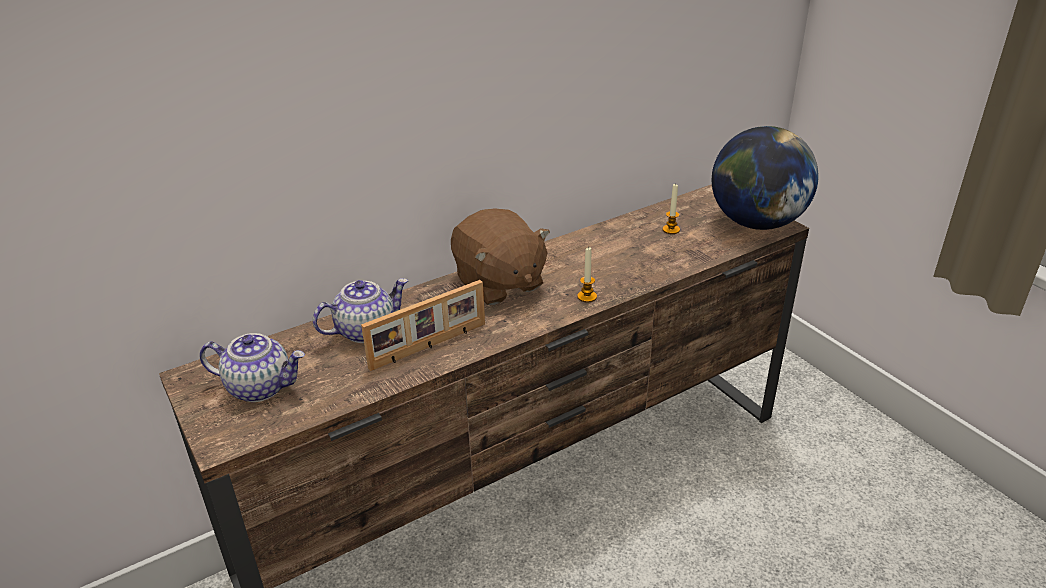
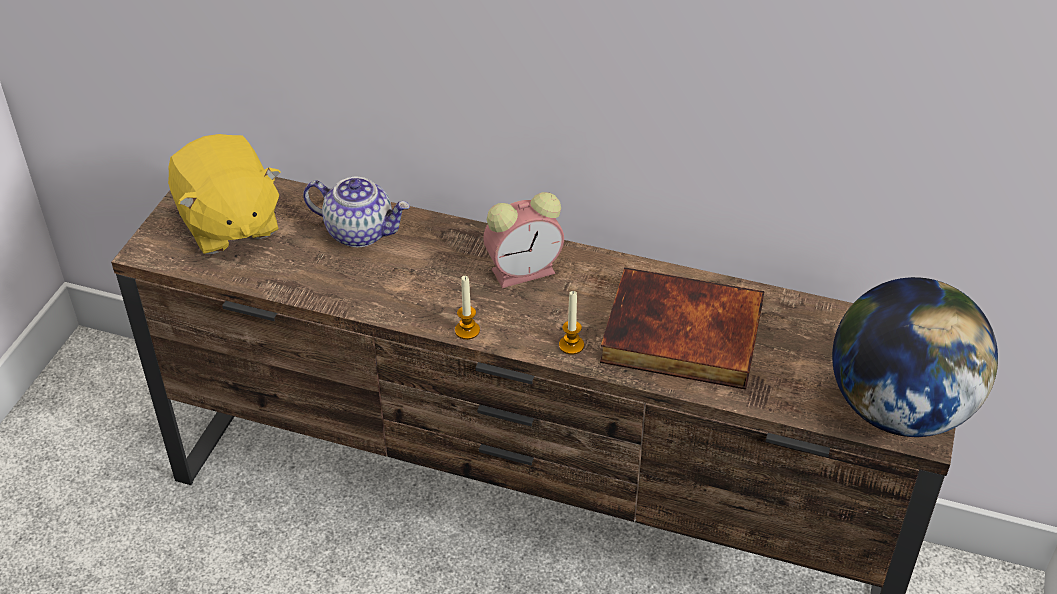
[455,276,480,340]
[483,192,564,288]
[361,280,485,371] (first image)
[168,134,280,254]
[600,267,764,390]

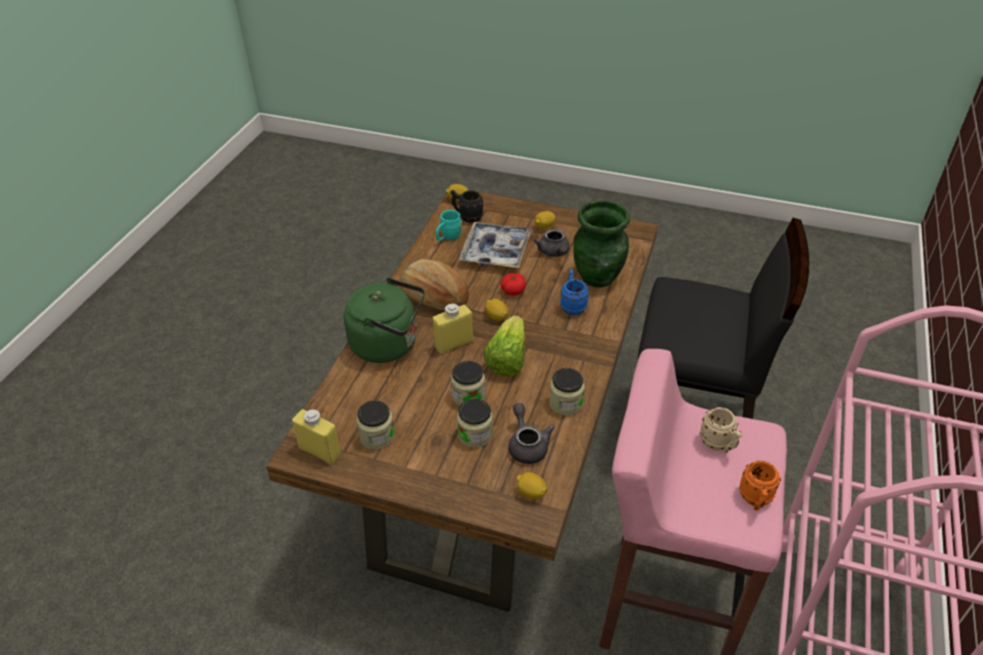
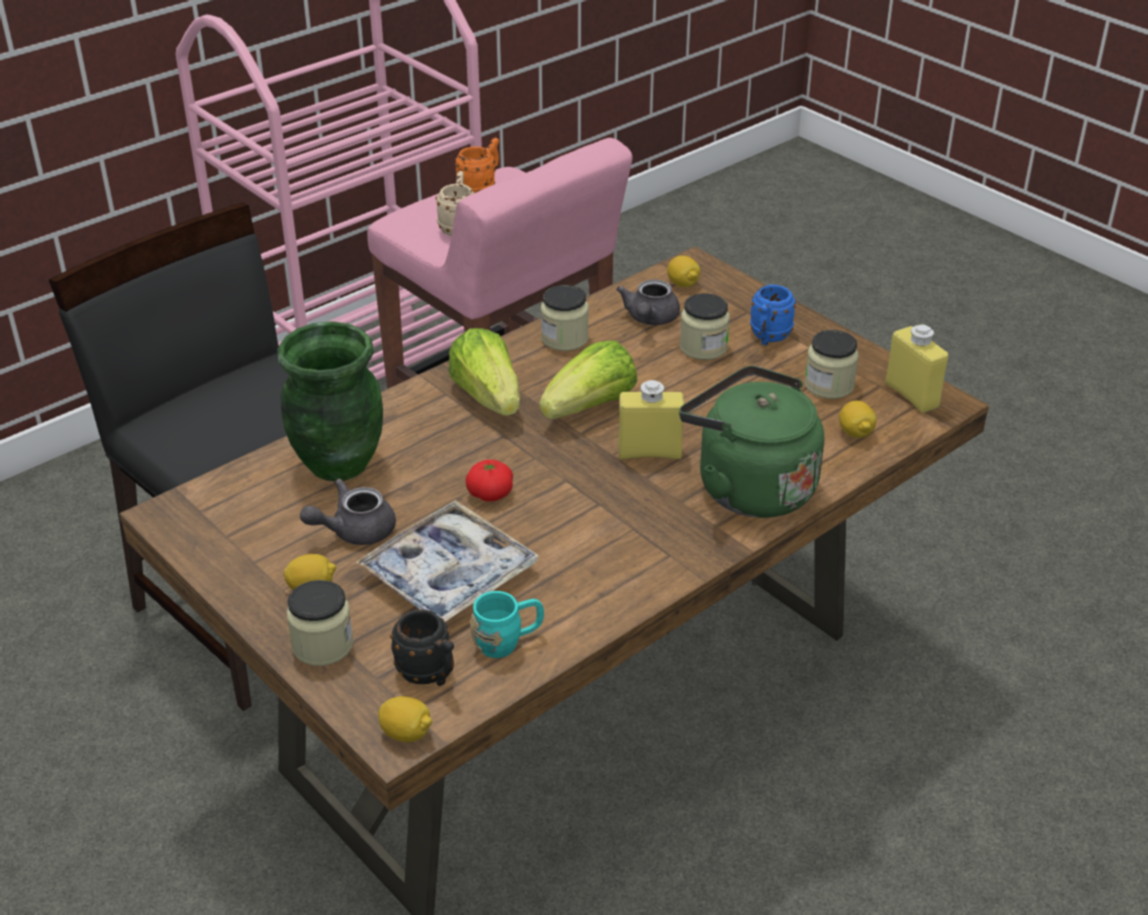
[300,478,396,545]
[401,259,469,310] (first image)
[750,284,796,345]
[839,401,876,438]
[286,580,353,666]
[448,328,520,416]

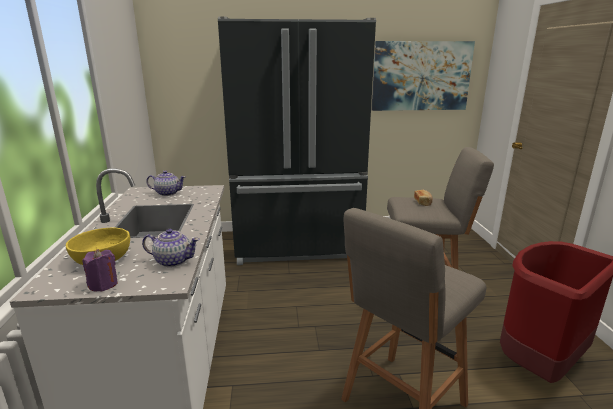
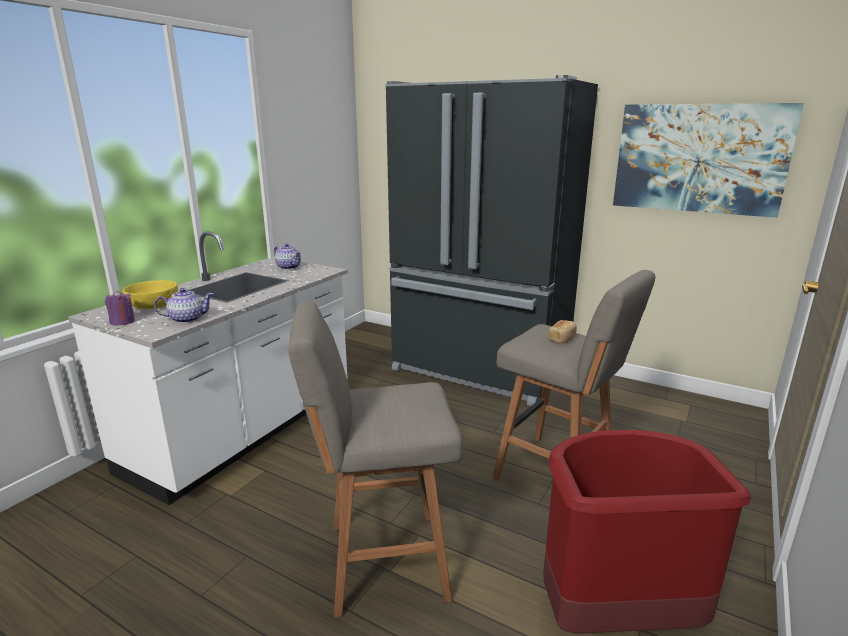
[154,288,213,323]

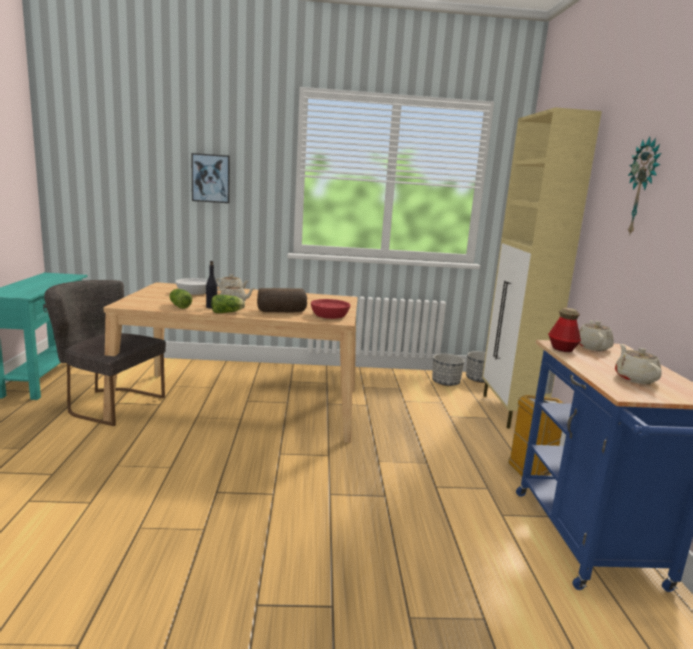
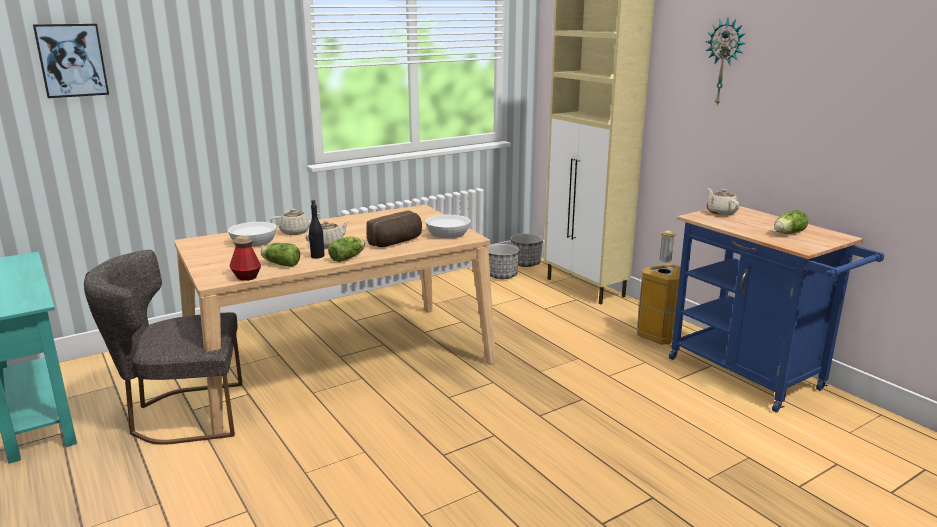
[33,24,109,98]
[425,214,470,239]
[230,235,261,281]
[774,210,808,234]

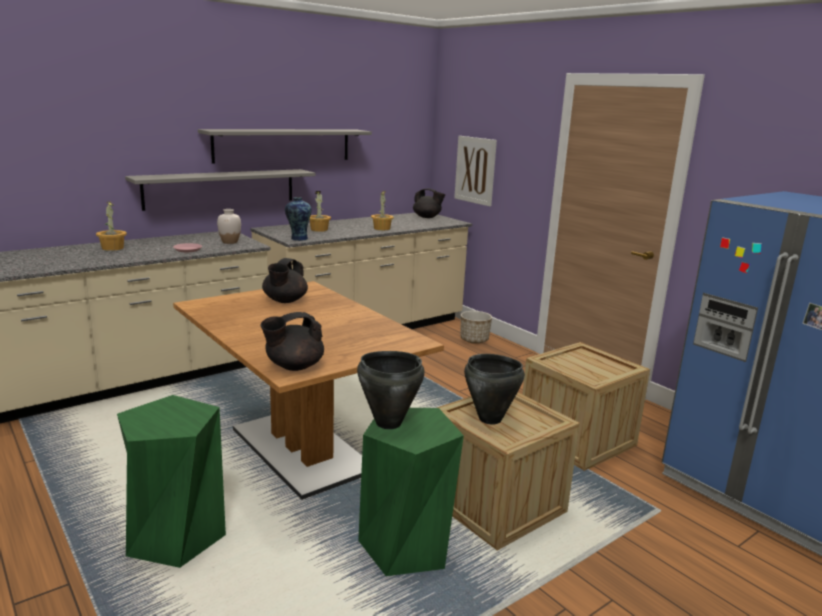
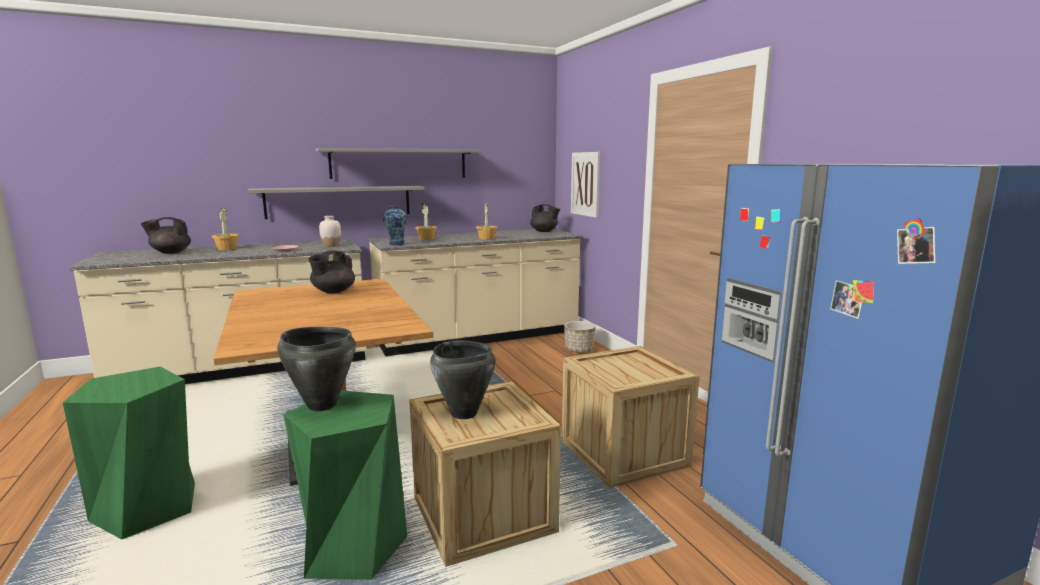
[141,217,191,254]

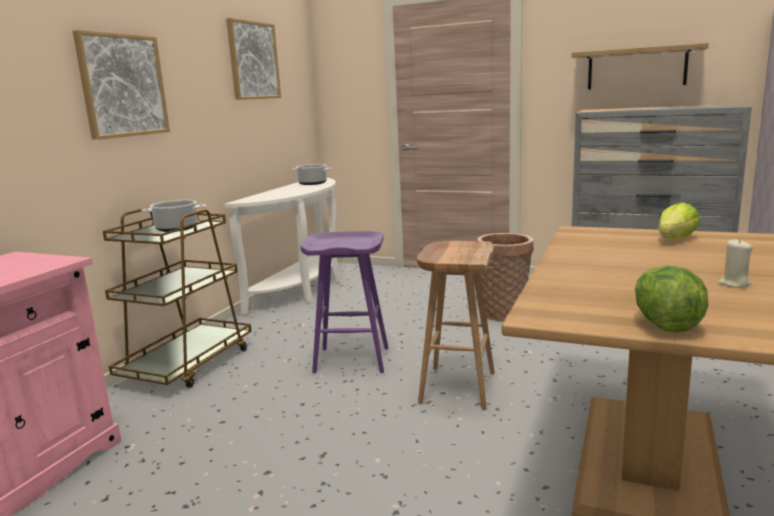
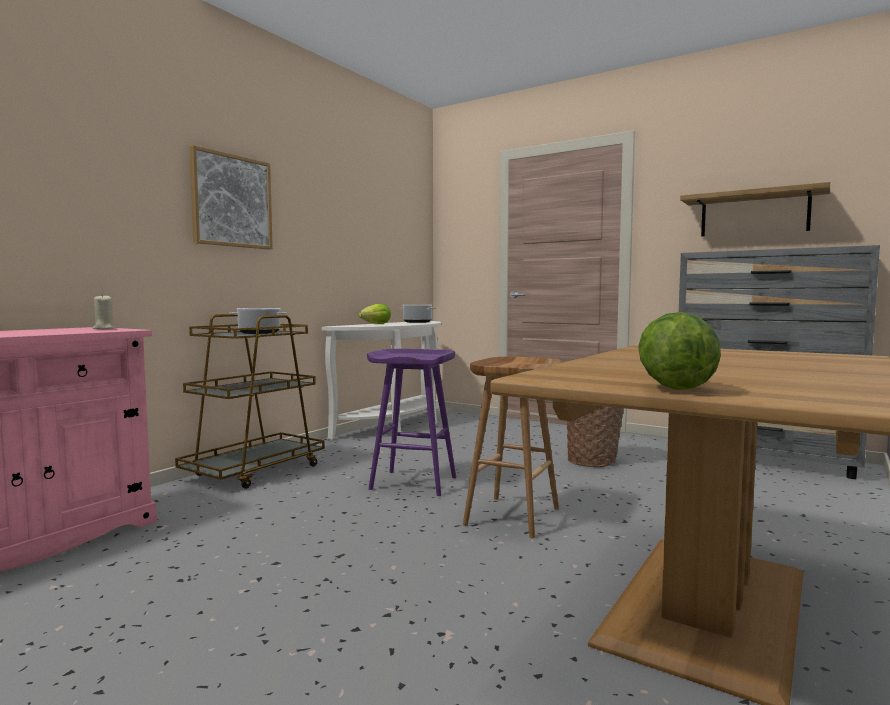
[226,18,281,100] (first image)
[359,304,391,324]
[93,294,116,329]

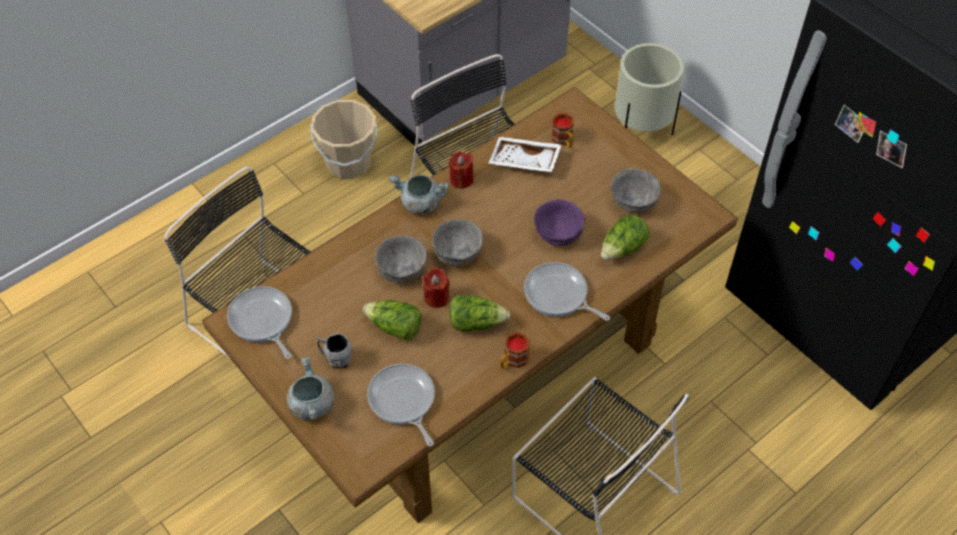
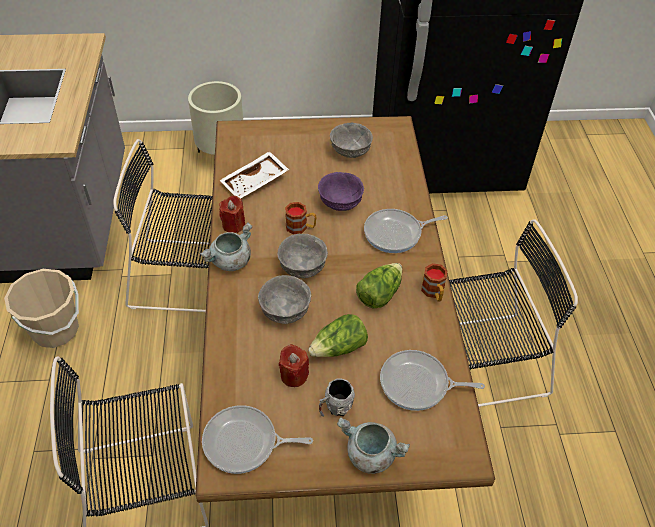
[285,202,317,234]
[601,215,650,260] (first image)
[279,344,309,387]

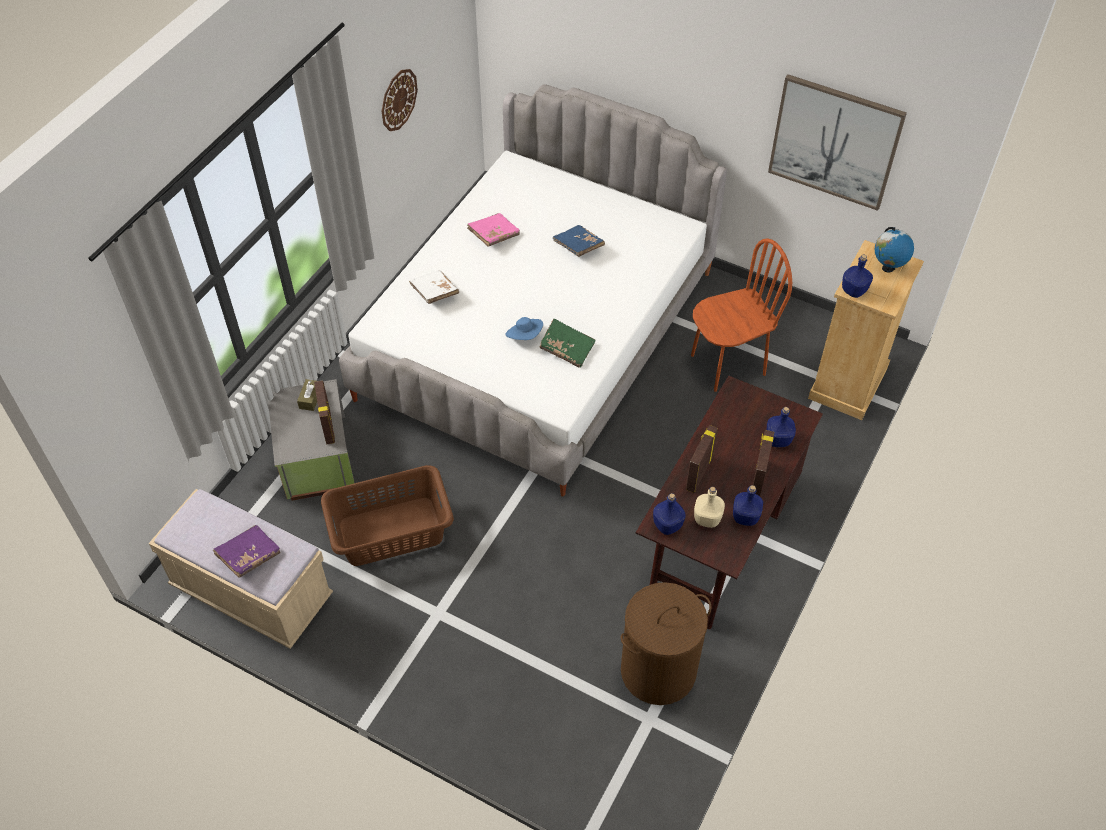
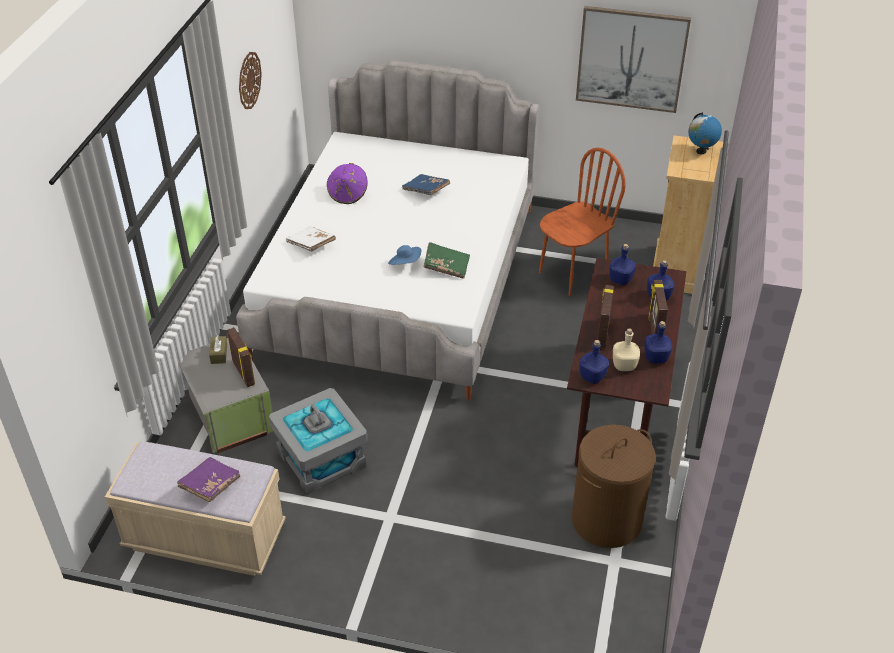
[327,163,368,204]
[609,244,636,285]
[269,388,368,495]

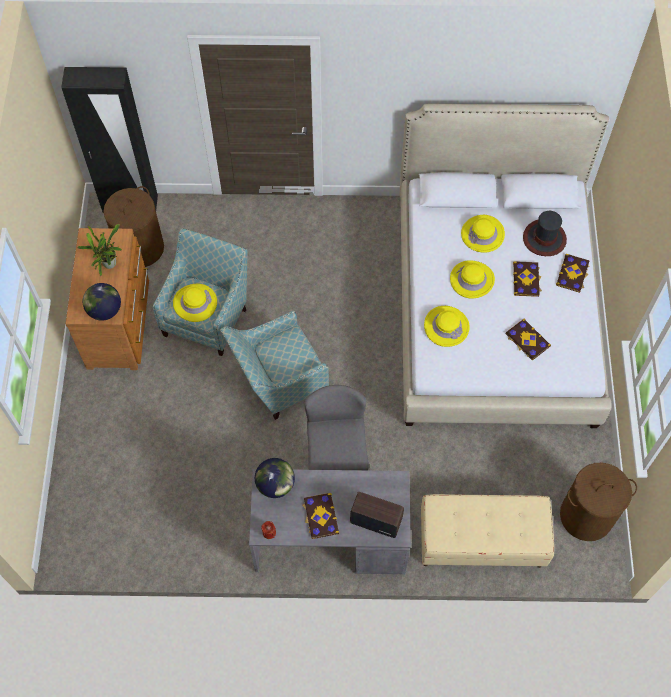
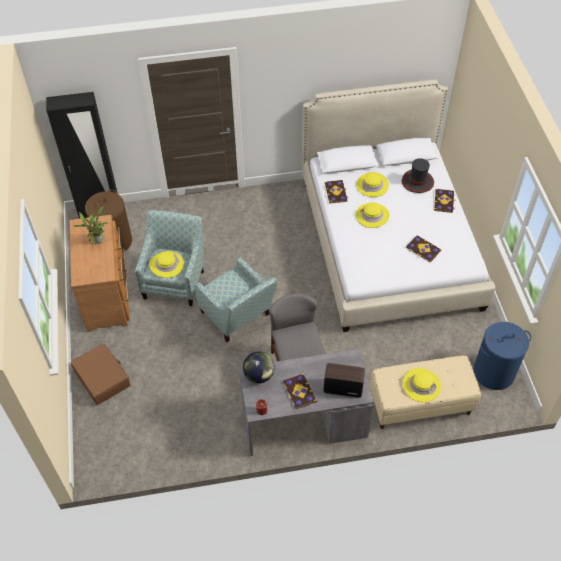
[325,180,349,204]
[83,283,121,321] (first image)
[403,368,441,402]
[195,257,278,342]
[473,322,531,390]
[71,343,130,405]

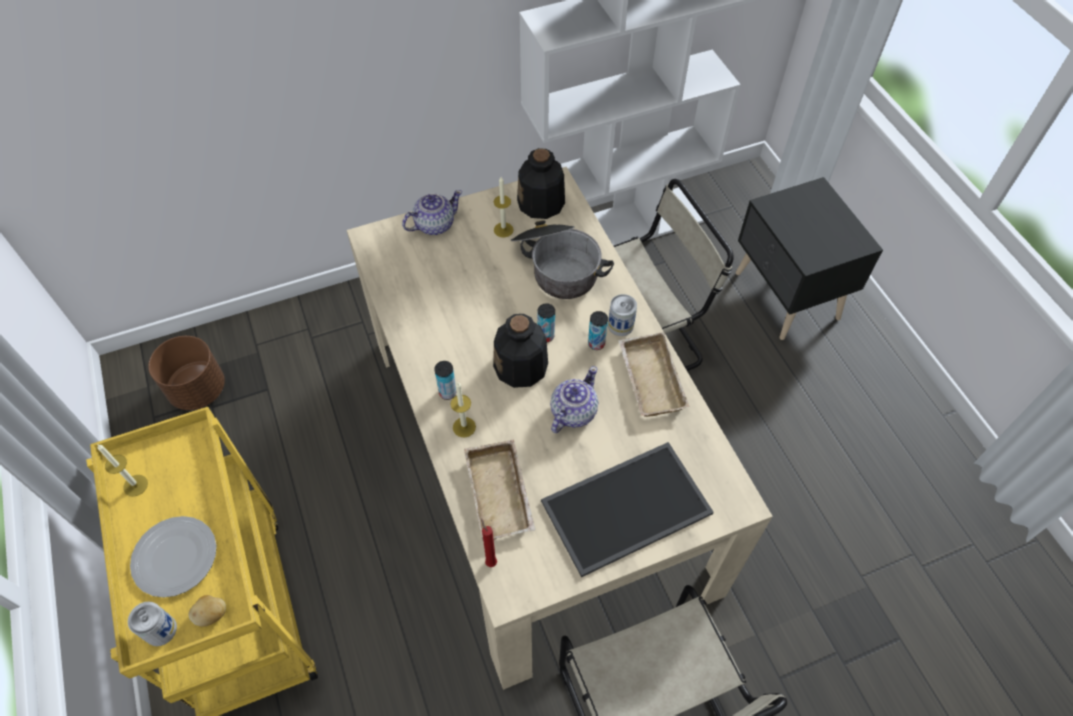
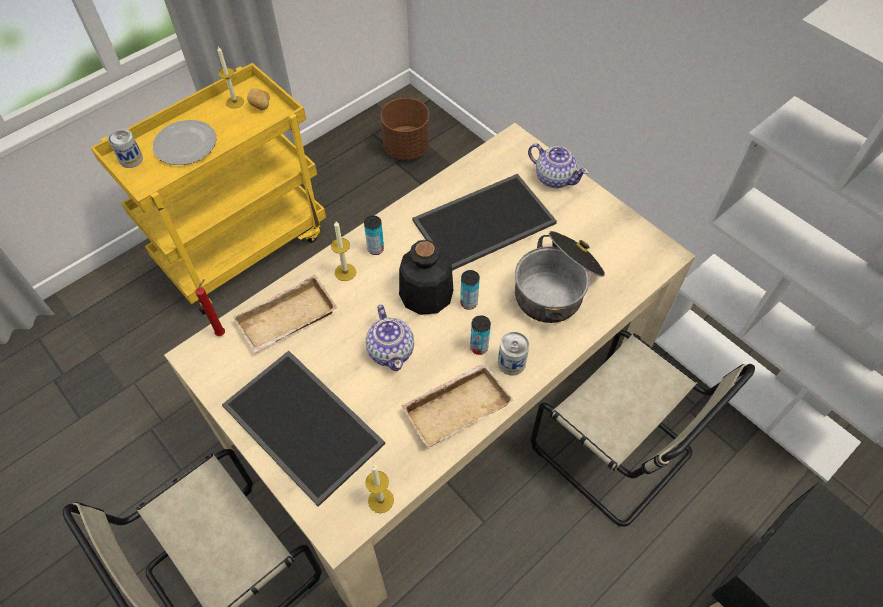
[517,148,565,219] (first image)
[365,465,394,513]
[366,305,414,371]
[247,88,270,110]
[412,174,557,271]

